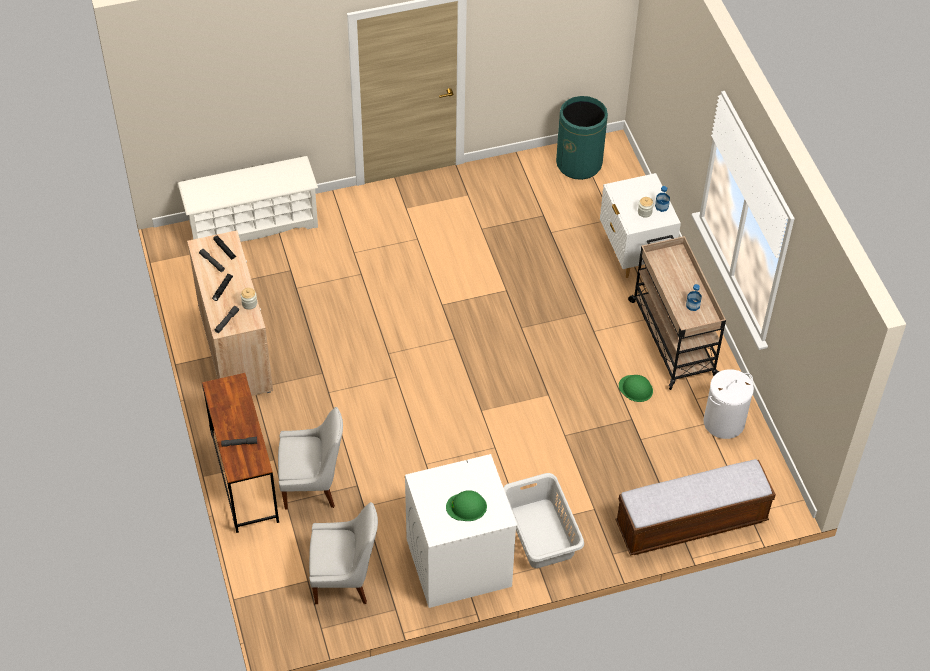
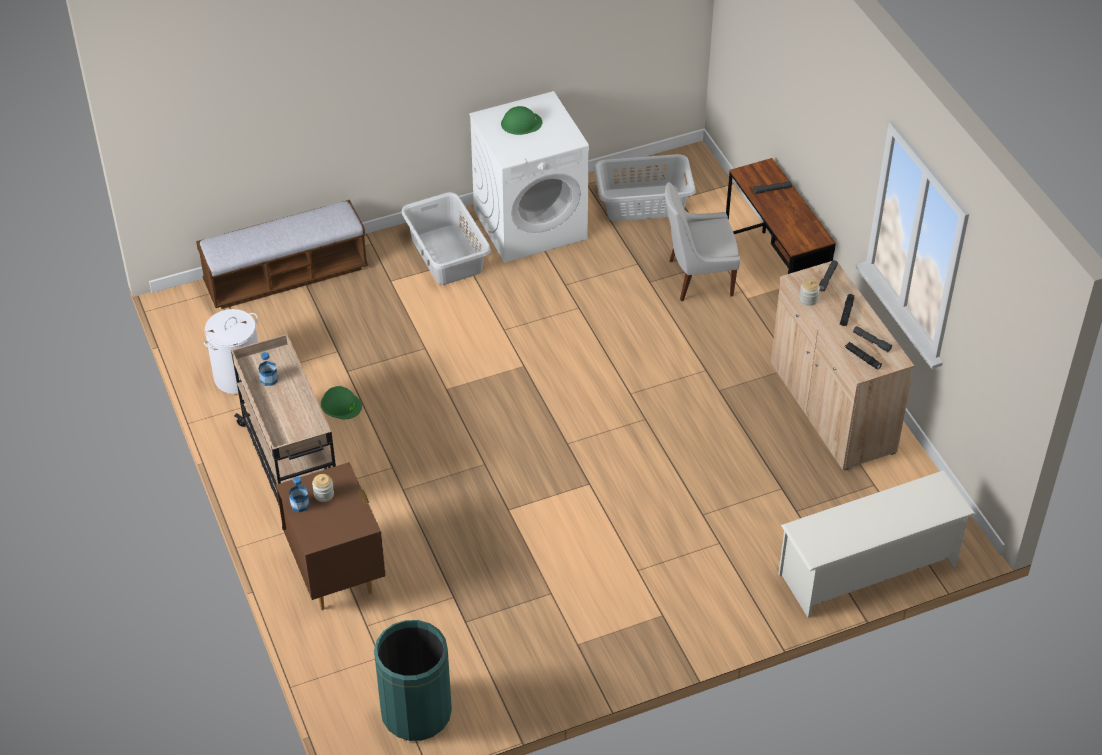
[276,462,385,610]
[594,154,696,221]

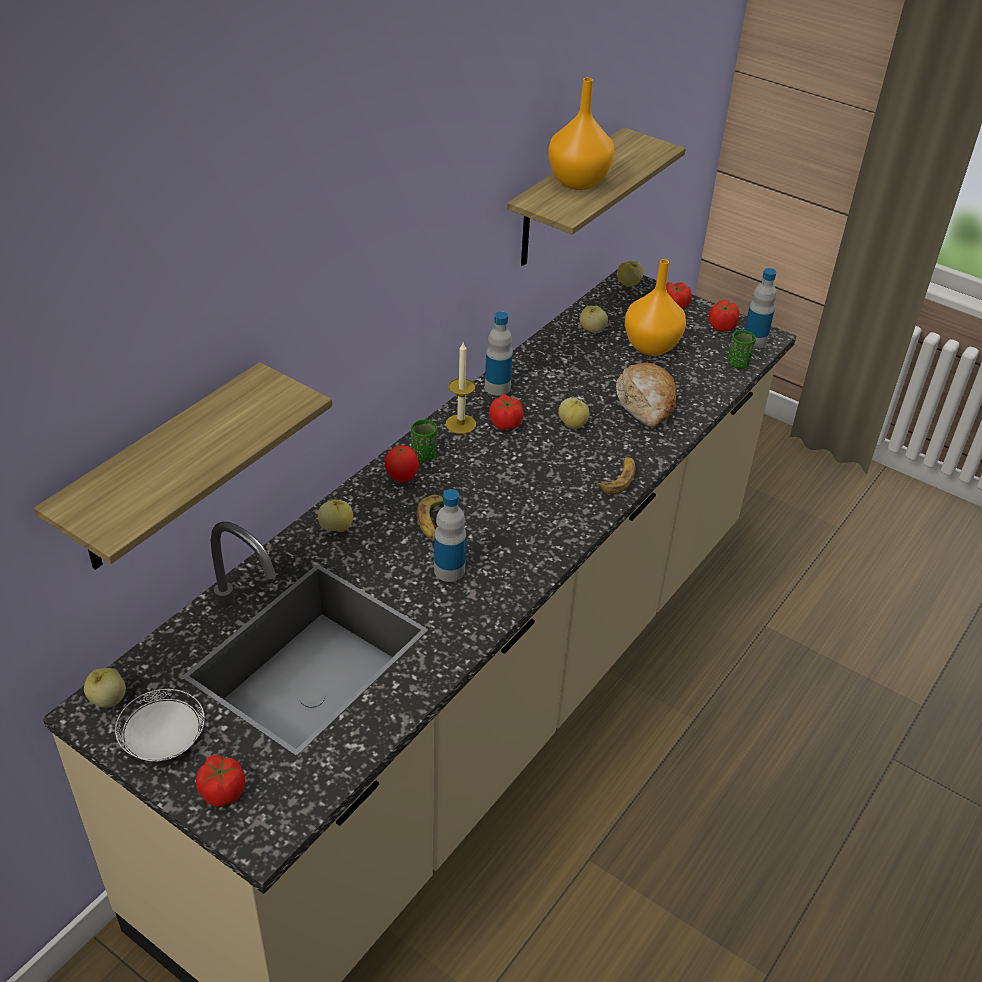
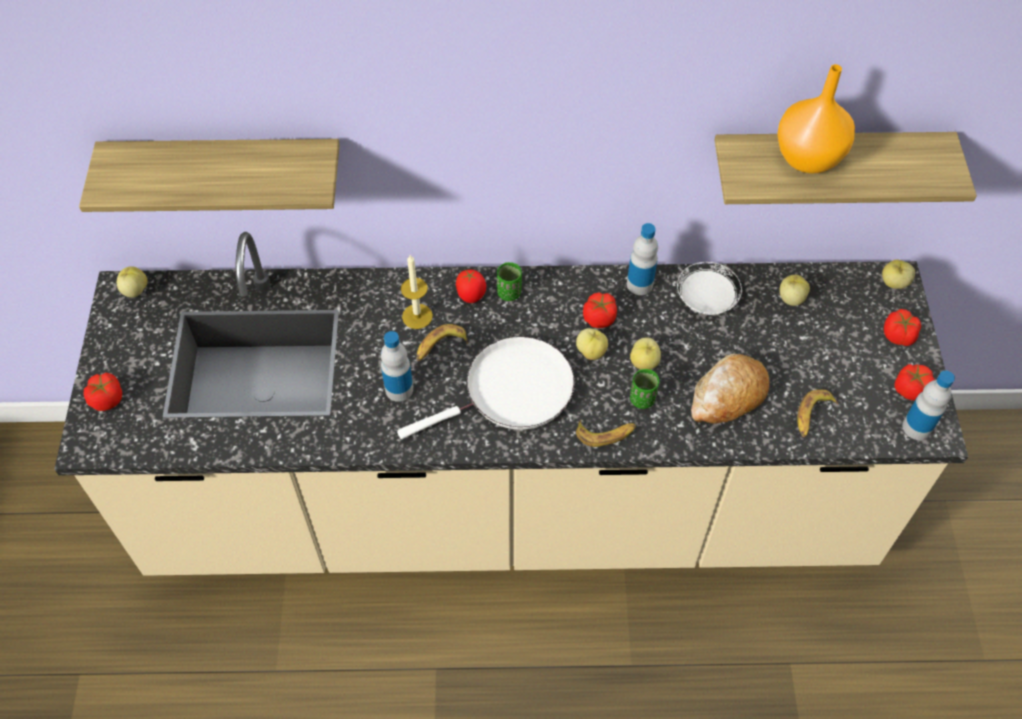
[625,259,686,356] (first image)
[630,369,659,409]
[401,255,433,329]
[576,328,608,360]
[677,262,742,315]
[397,336,575,439]
[797,389,839,438]

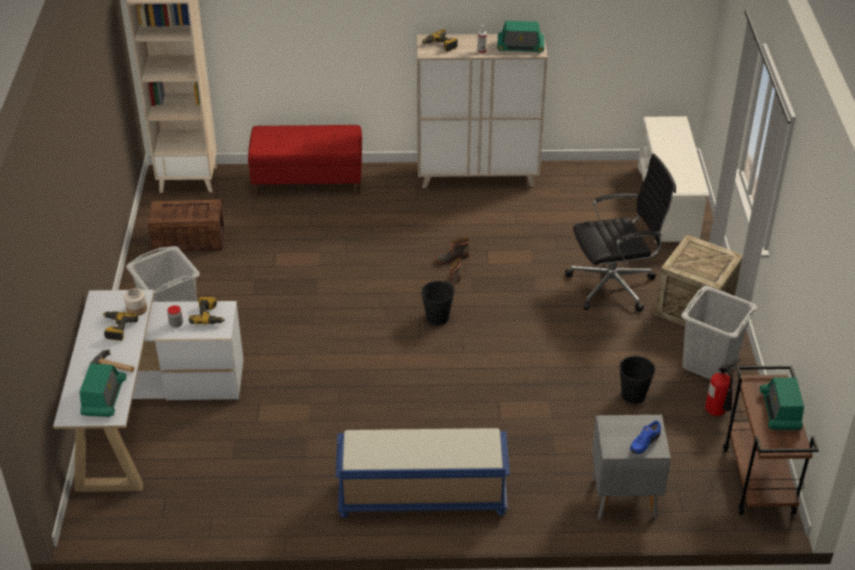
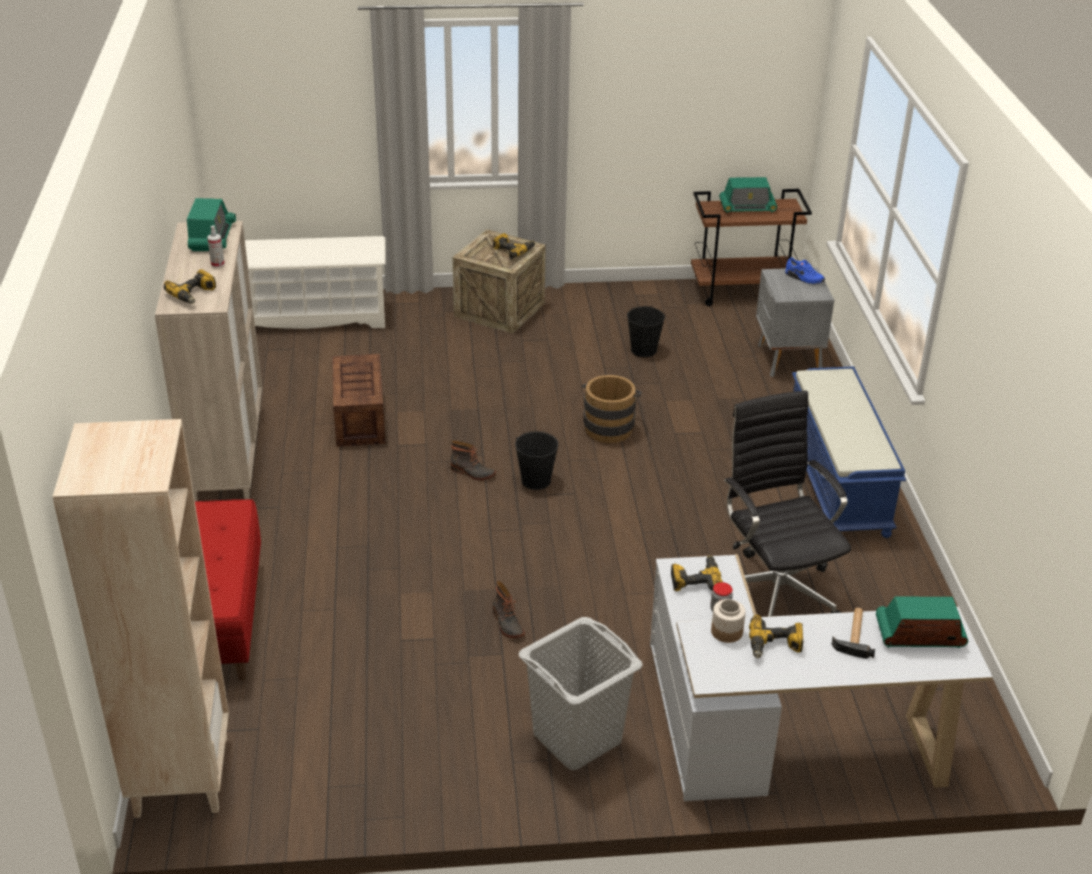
[724,390,851,617]
[332,354,386,447]
[493,581,525,638]
[681,286,757,379] (first image)
[705,358,741,416] (first image)
[493,233,535,259]
[581,375,642,443]

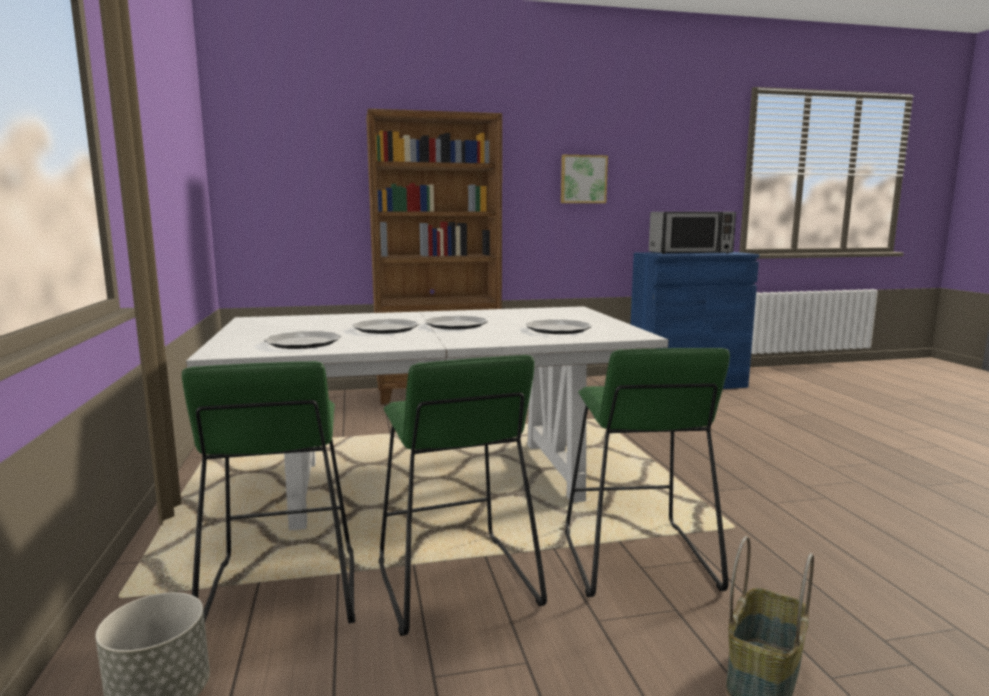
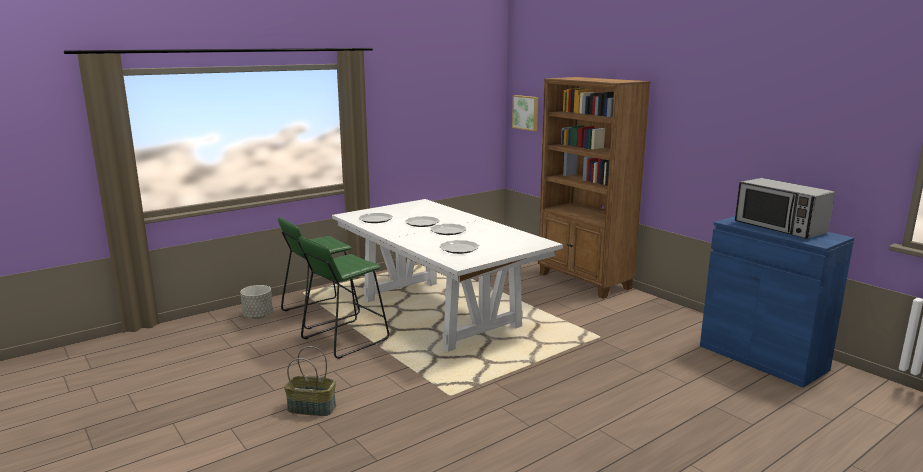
[512,95,538,131]
[565,348,730,597] (first image)

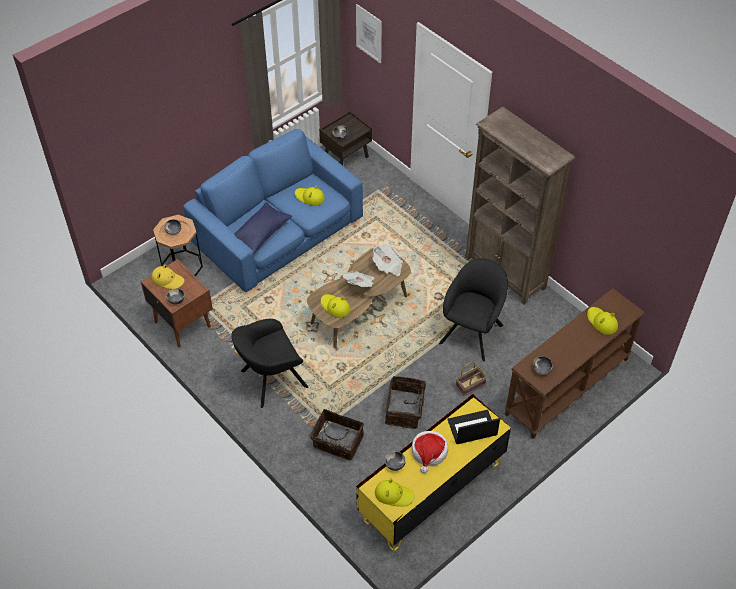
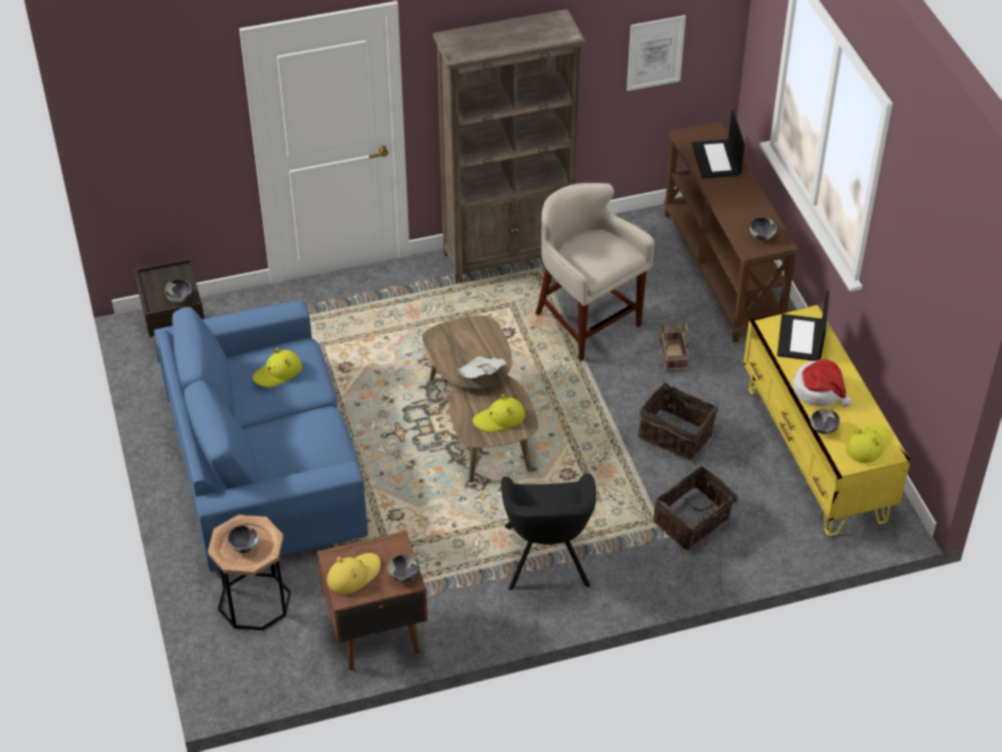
[627,15,686,91]
[234,202,292,254] (first image)
[372,245,403,276] (first image)
[535,183,655,361]
[692,110,745,178]

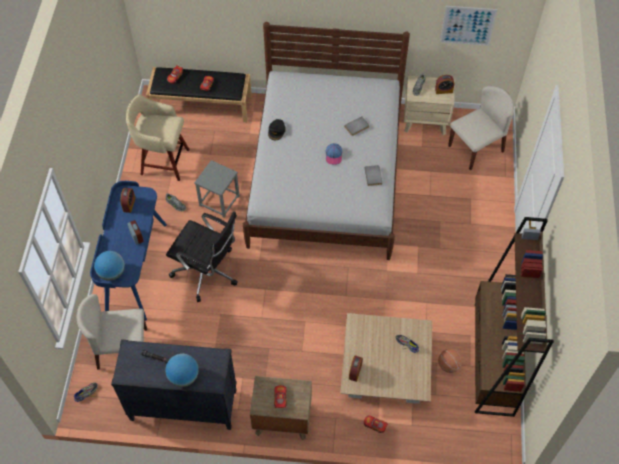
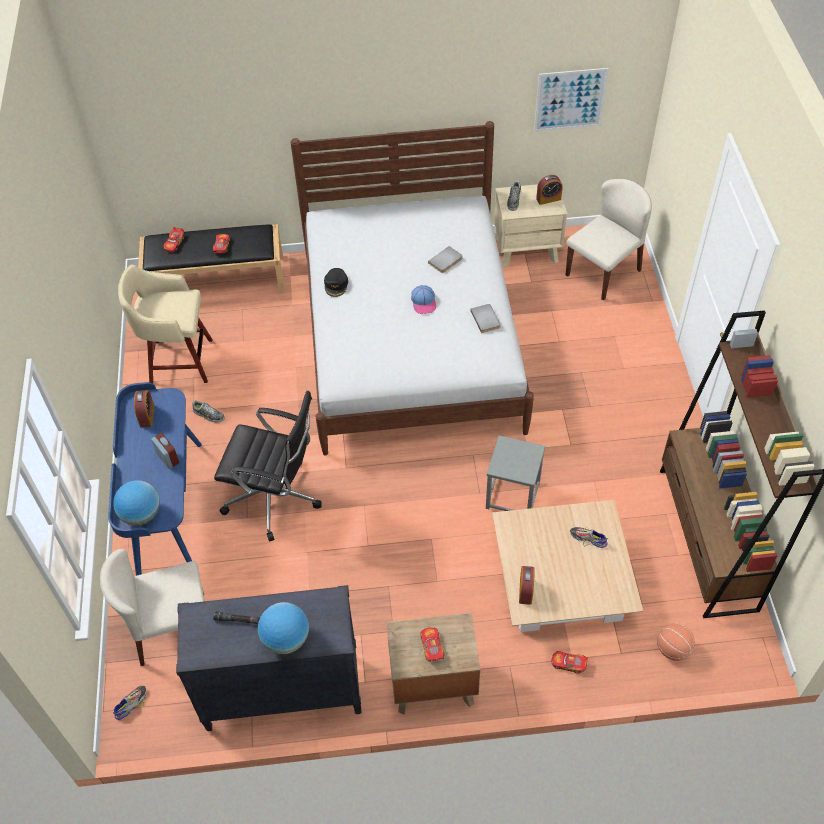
[486,435,546,511]
[657,623,695,661]

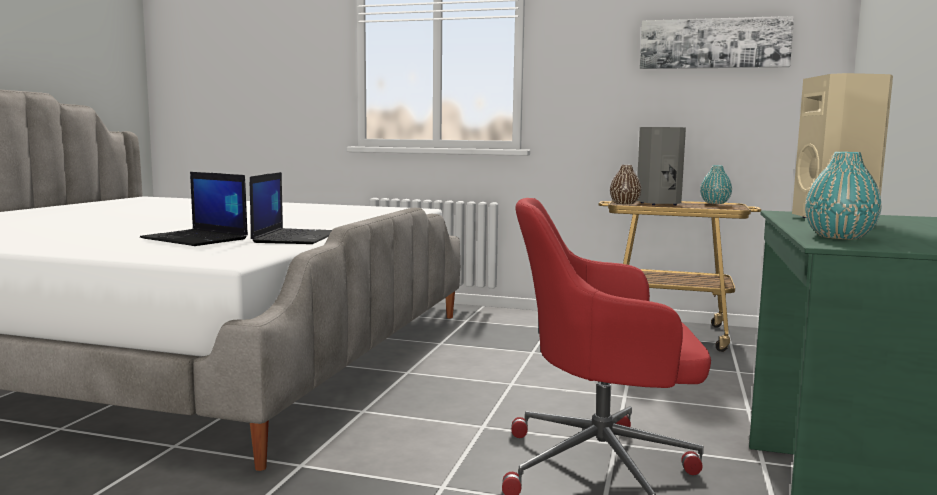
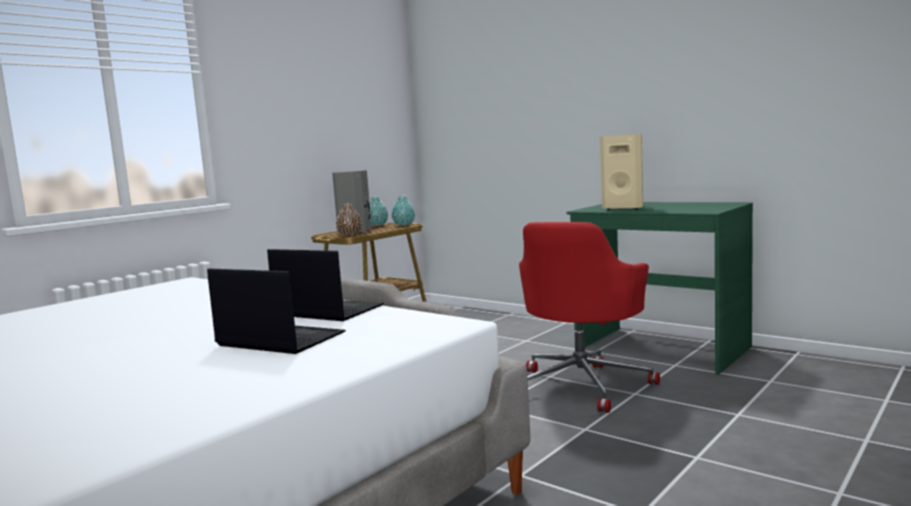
[640,16,794,69] (first image)
[392,196,415,226]
[207,268,346,354]

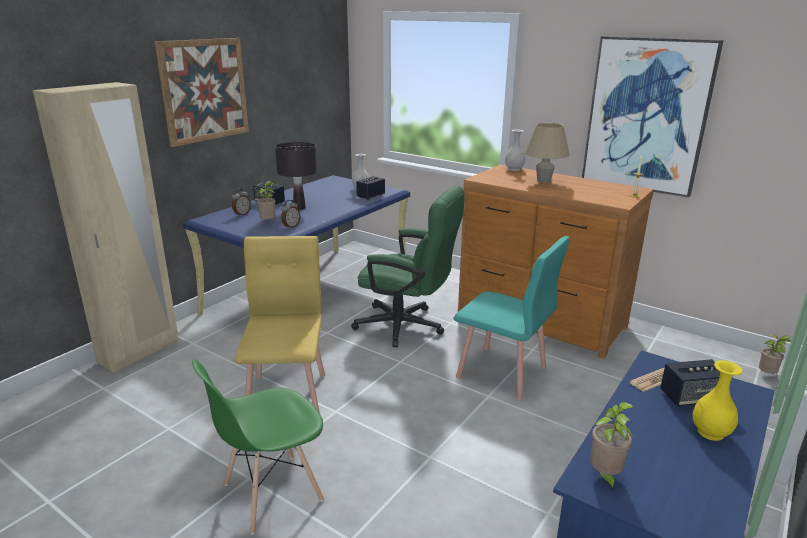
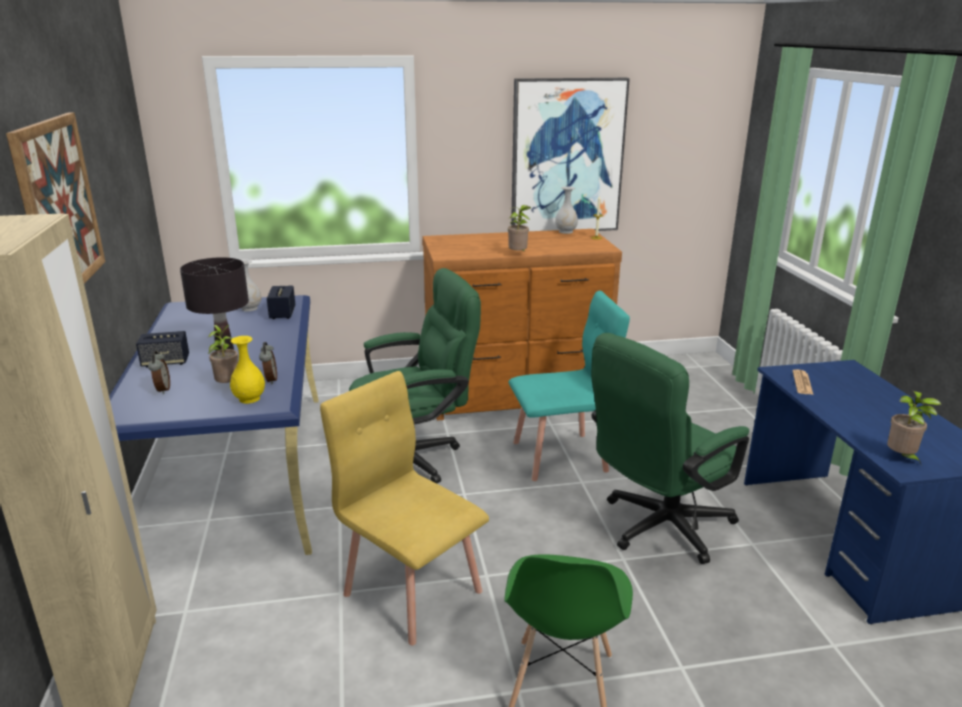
[524,123,570,183] (first image)
[555,186,578,234]
[507,205,531,252]
[660,359,720,406] (first image)
[230,336,265,404]
[591,333,749,564]

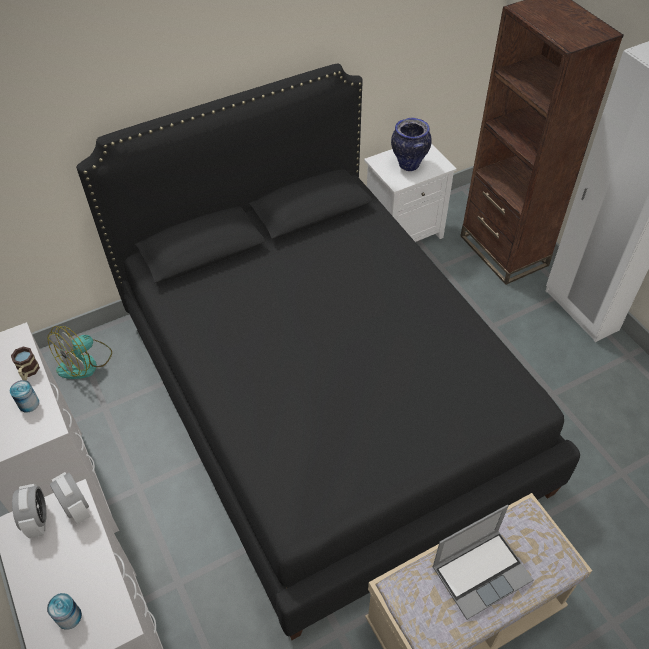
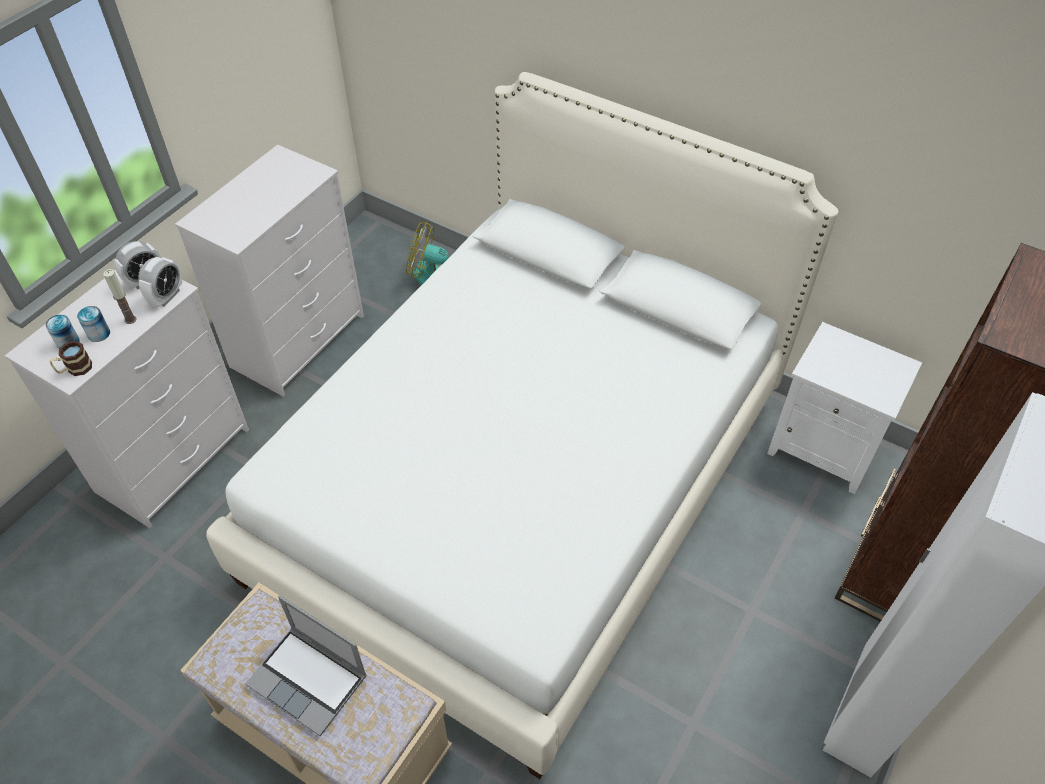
[206,72,839,779]
[391,118,432,171] (first image)
[50,341,92,376]
[77,306,110,342]
[103,269,136,324]

